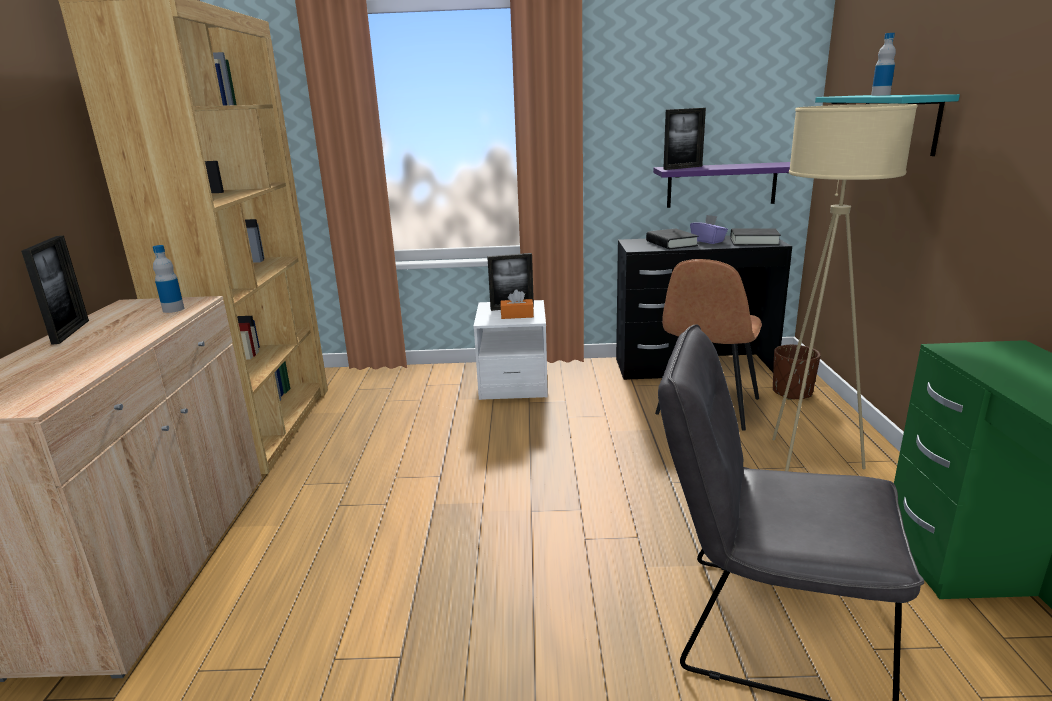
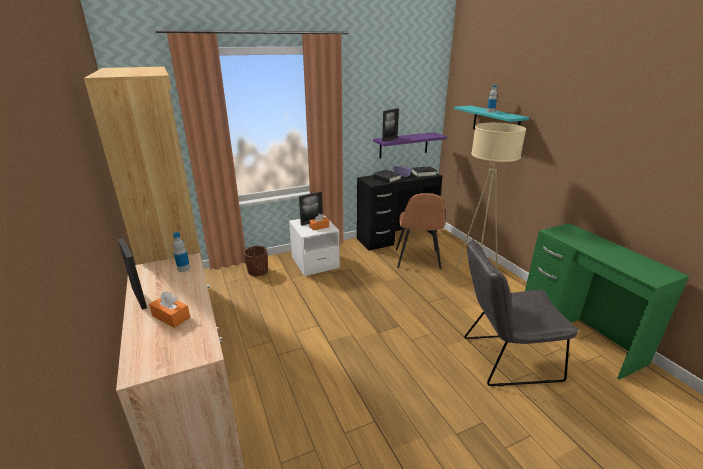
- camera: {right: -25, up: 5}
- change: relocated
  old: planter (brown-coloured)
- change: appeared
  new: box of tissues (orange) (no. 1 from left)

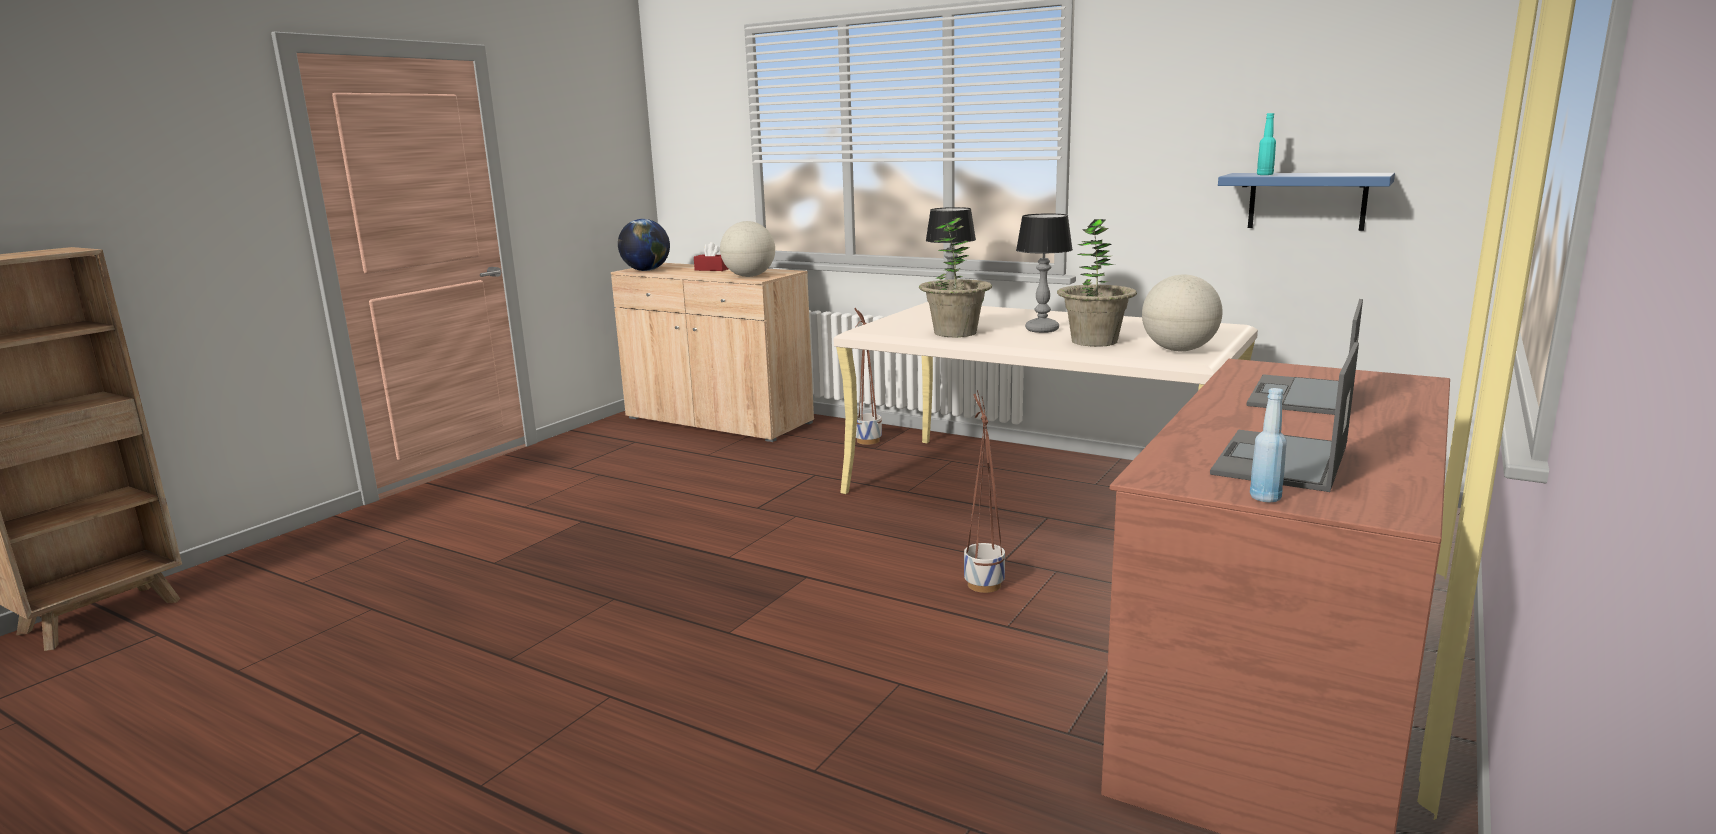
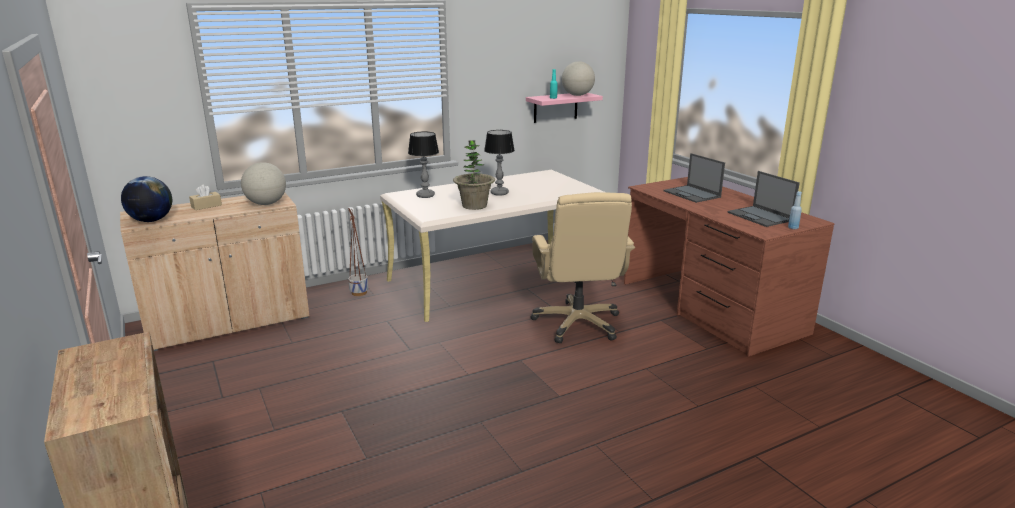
- camera: {right: -60, up: 5}
- change: colour
  old: box of tissues (red-coloured)
  new: box of tissues (beige-coloured)
- change: exchanged
  old: planter (no. 2 from left)
  new: computer chair (beige-coloured)
- change: missing
  old: plant in a pot (no. 2 from left)
- change: relocated
  old: globe (no. 3 from left)
- change: colour
  old: shelf (bluish)
  new: shelf (pink)

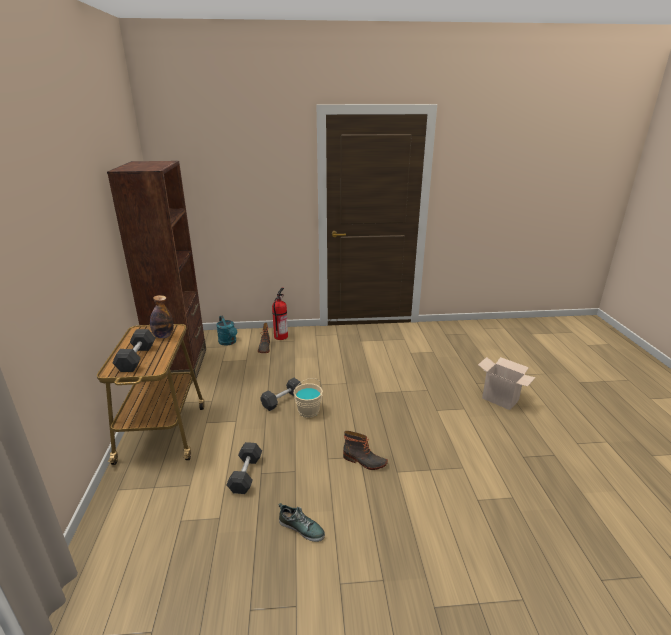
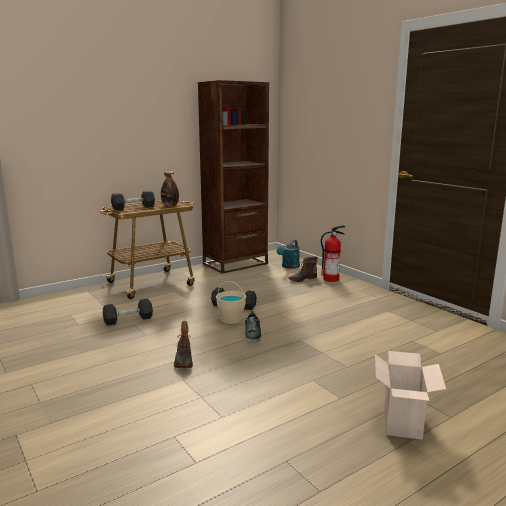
- camera: {right: 60, up: -10}
- change: relocated
  old: low shoe

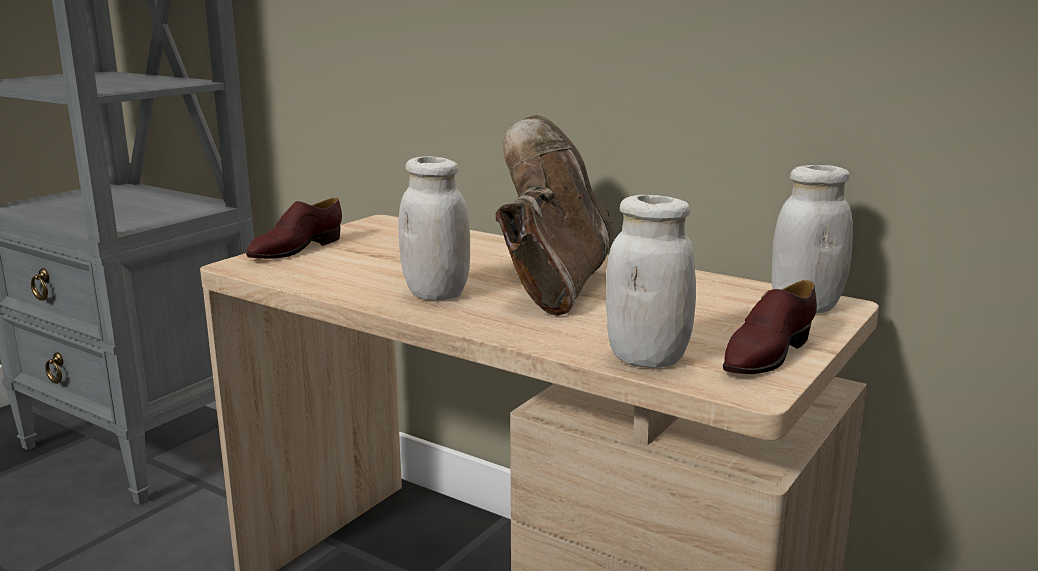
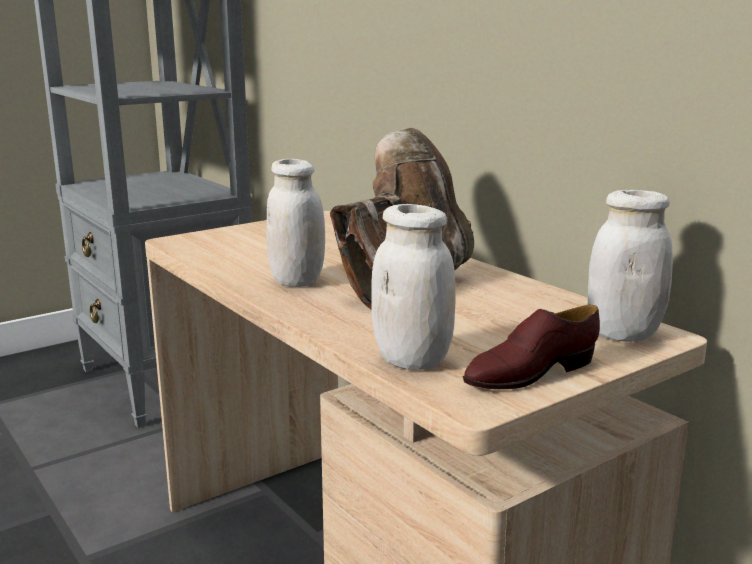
- camera: {right: 20, up: 0}
- change: missing
  old: low shoe (brown-coloured) (no. 1 from left)

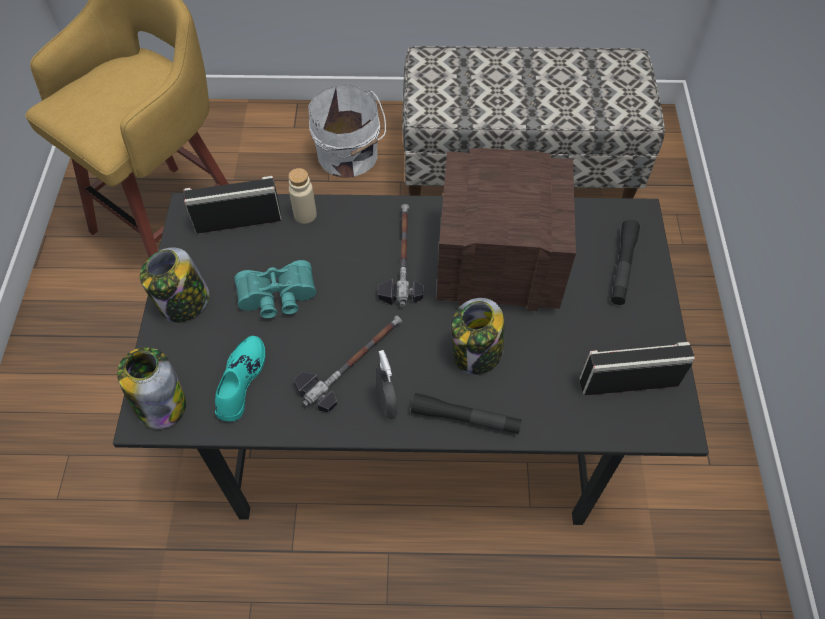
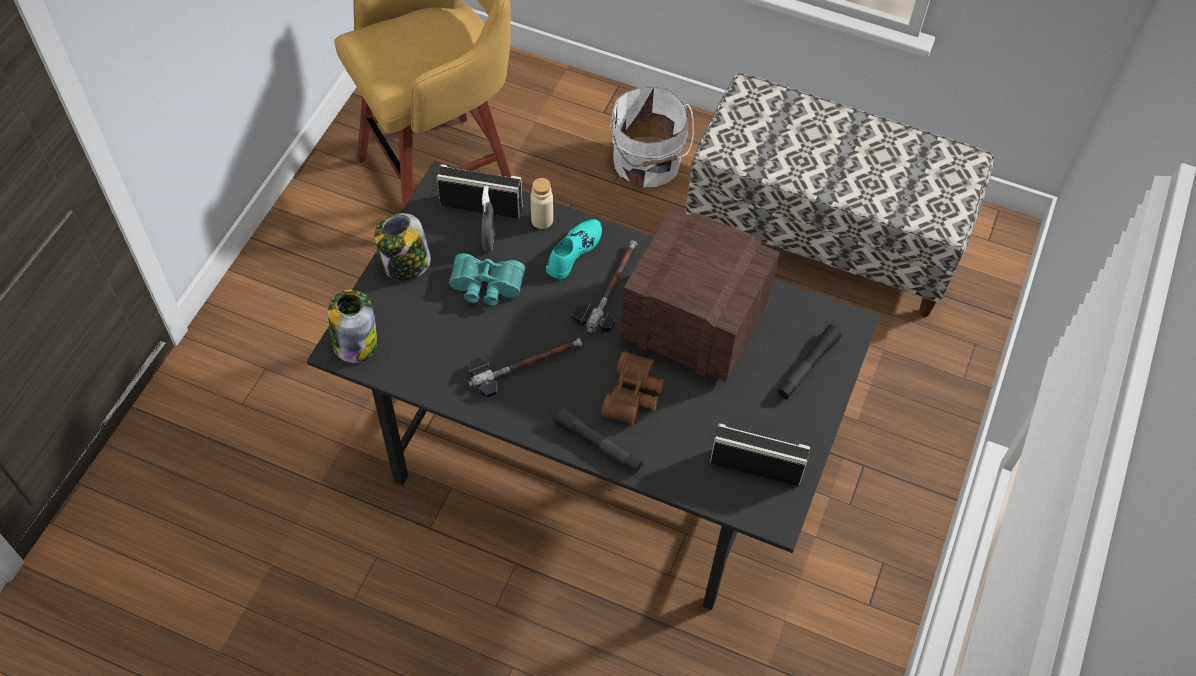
- camera: {right: 20, up: 0}
- change: relocated
  old: low shoe (turquoise)
- change: relocated
  old: sprayer (gray)
- change: exchanged
  old: jar (no. 3 from left)
  new: pair of binoculars (brown-coloured)

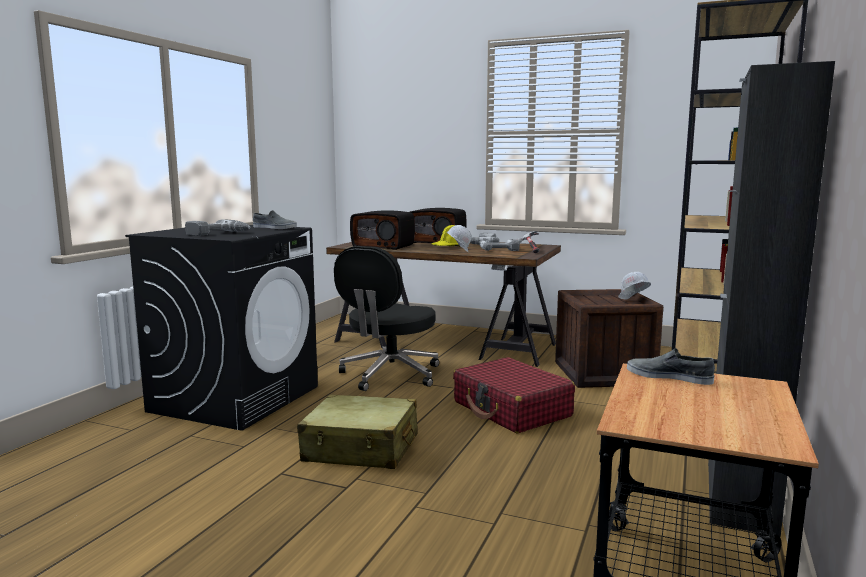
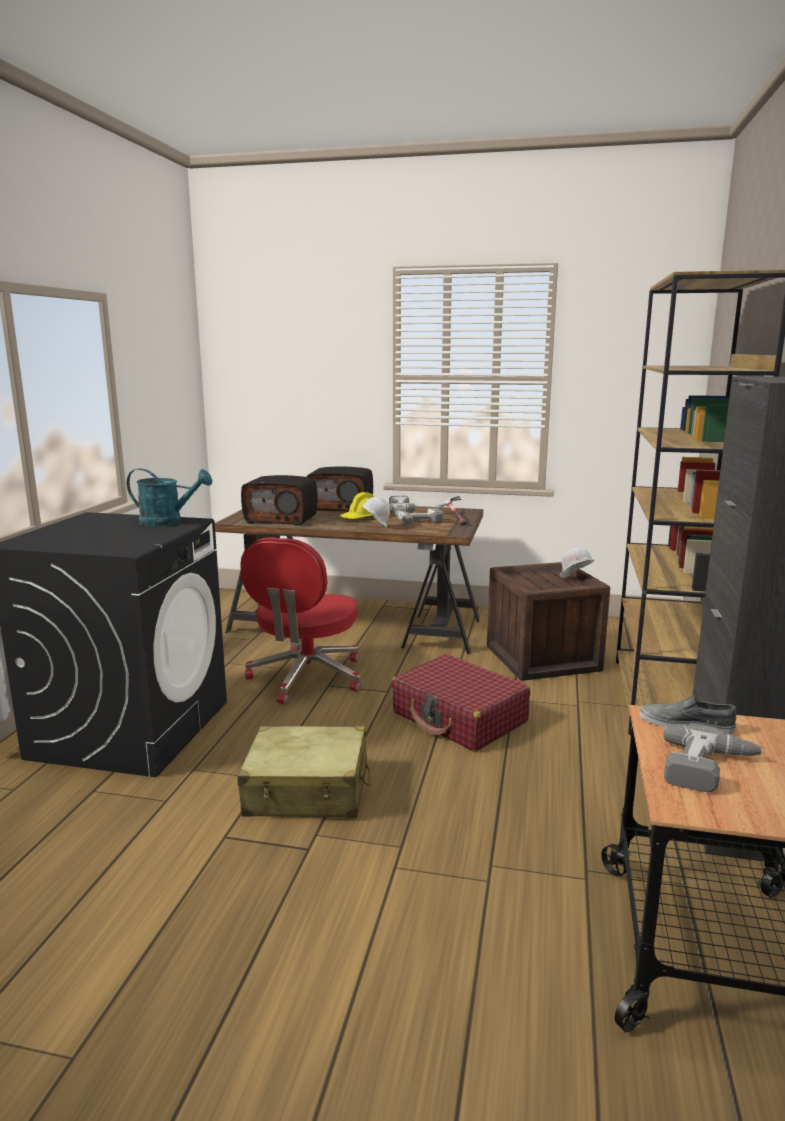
- camera: {right: -10, up: 5}
- change: relocated
  old: power drill (no. 1 from left in the first image)
  new: power drill (no. 3 from left)
- change: exchanged
  old: low shoe (gray) (no. 1 from left)
  new: sprinkling can (turquoise)
- change: colour
  old: computer chair (blackish)
  new: computer chair (red-coloured)

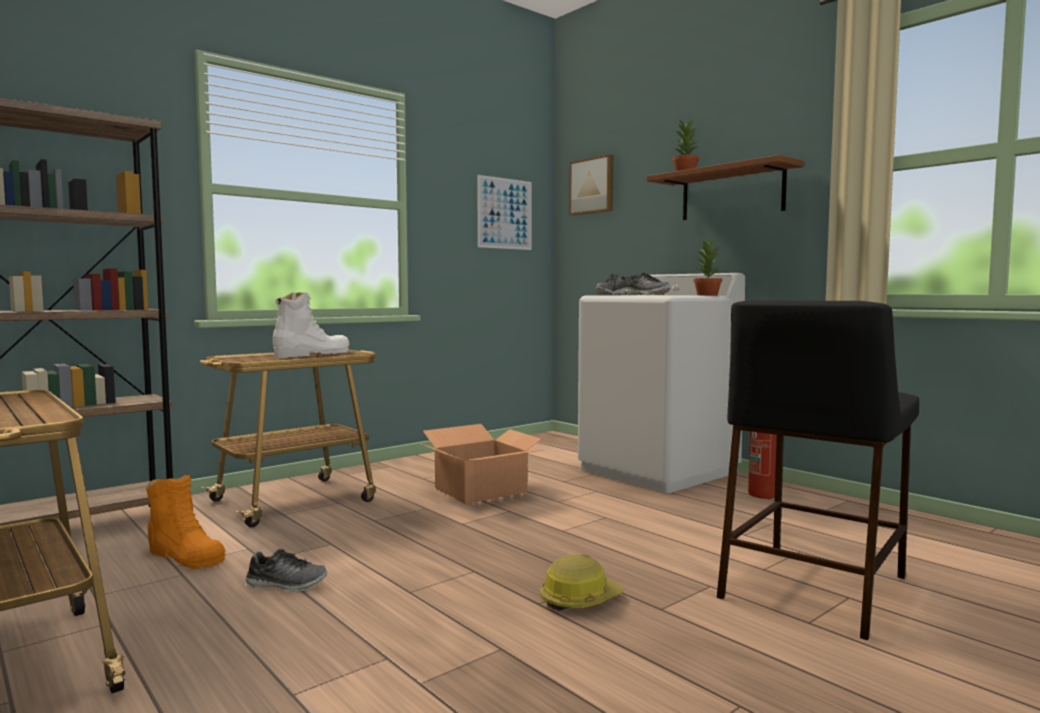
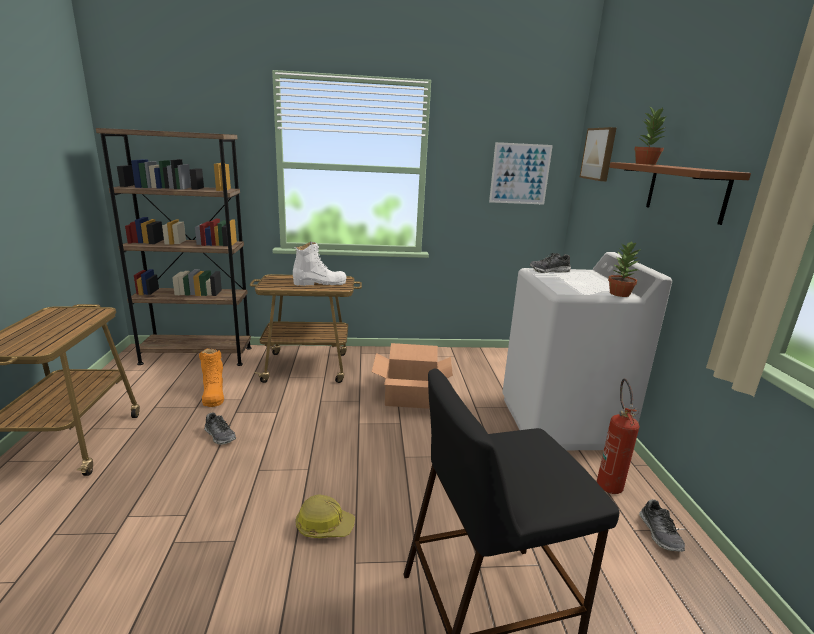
- camera: {right: 35, up: 15}
- change: relocated
  old: low shoe (no. 3 from left)

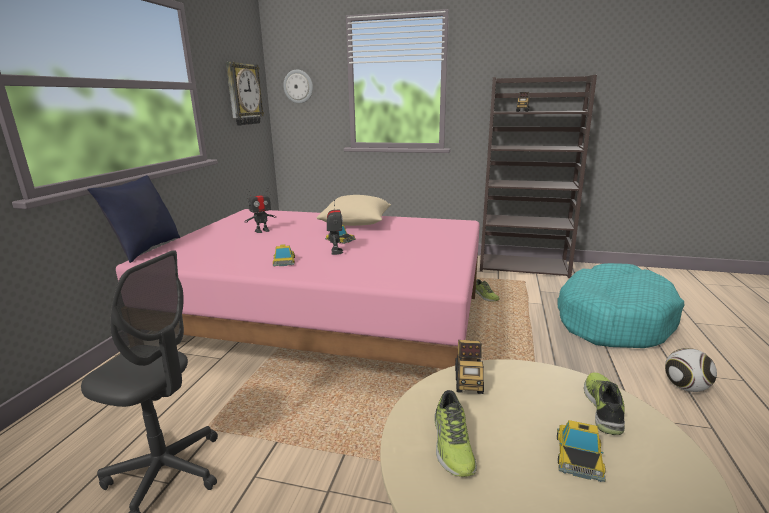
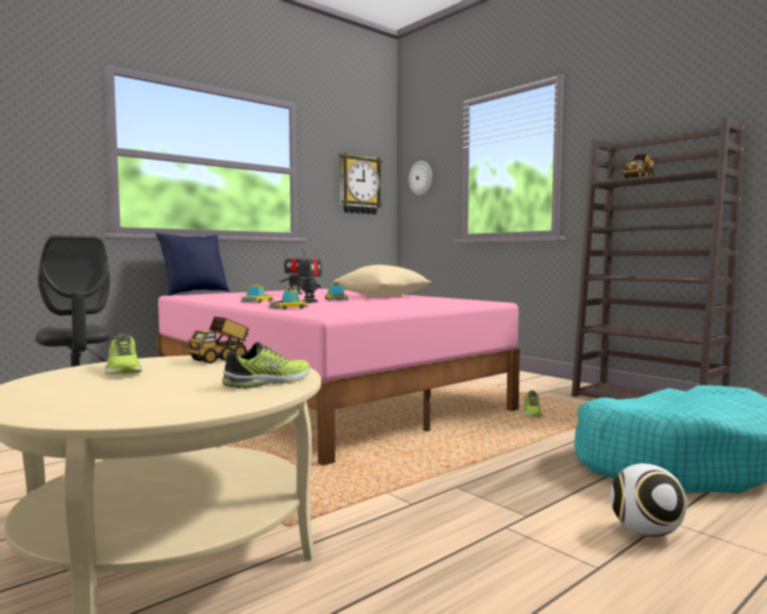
- camera: {right: 35, up: -15}
- change: spun
  old: low shoe (no. 1 from left)
  degrees: -60
- change: relocated
  old: model car (no. 3 from left in the first image)
  new: model car (no. 2 from left)

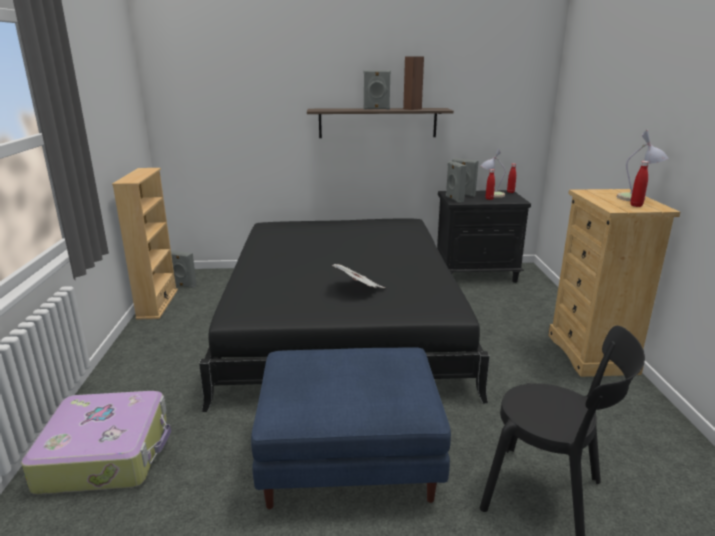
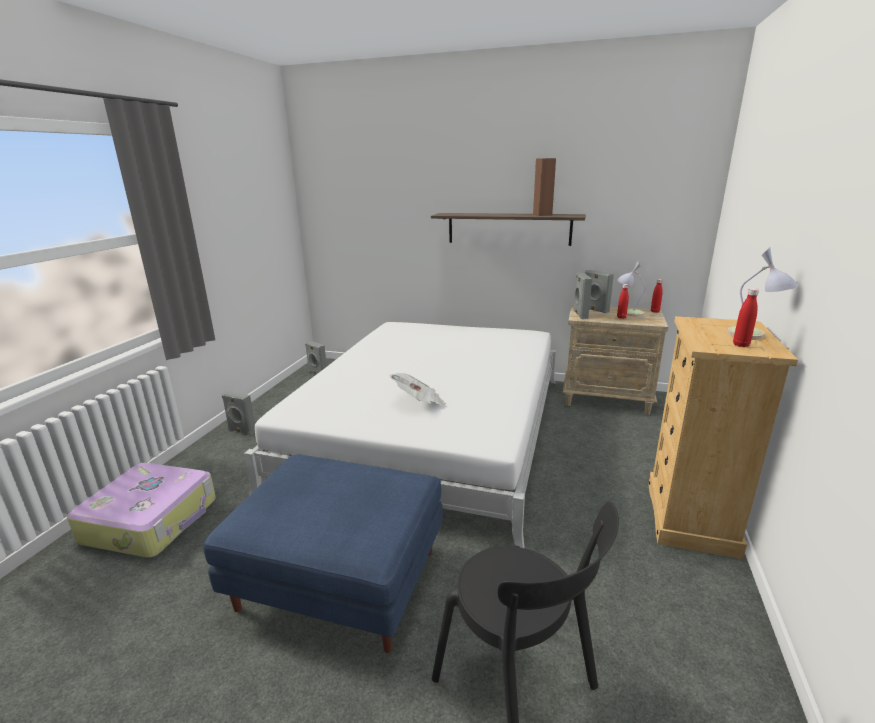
- camera: {right: 20, up: 0}
- change: missing
  old: bookcase (beige-coloured)
- change: colour
  old: sleeping bed (blackish)
  new: sleeping bed (white-coloured)
- change: relocated
  old: audio speaker (gray) (no. 2 from left in the first image)
  new: audio speaker (gray) (no. 1 from left)
- change: colour
  old: bedside table (blackish)
  new: bedside table (beige-coloured)

